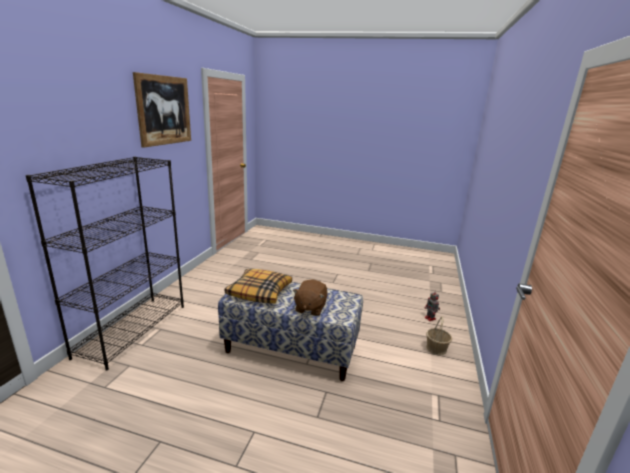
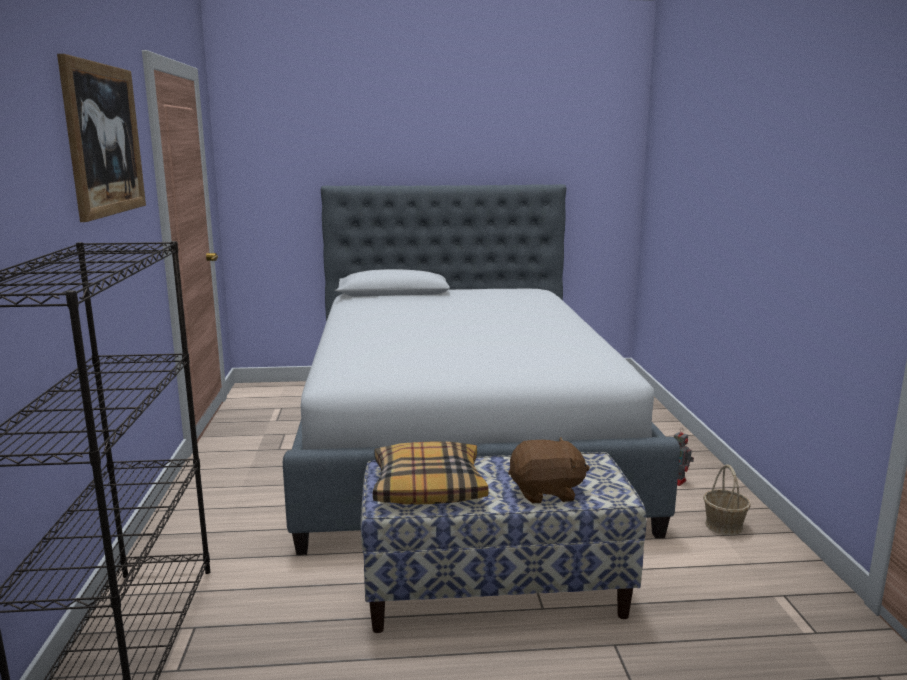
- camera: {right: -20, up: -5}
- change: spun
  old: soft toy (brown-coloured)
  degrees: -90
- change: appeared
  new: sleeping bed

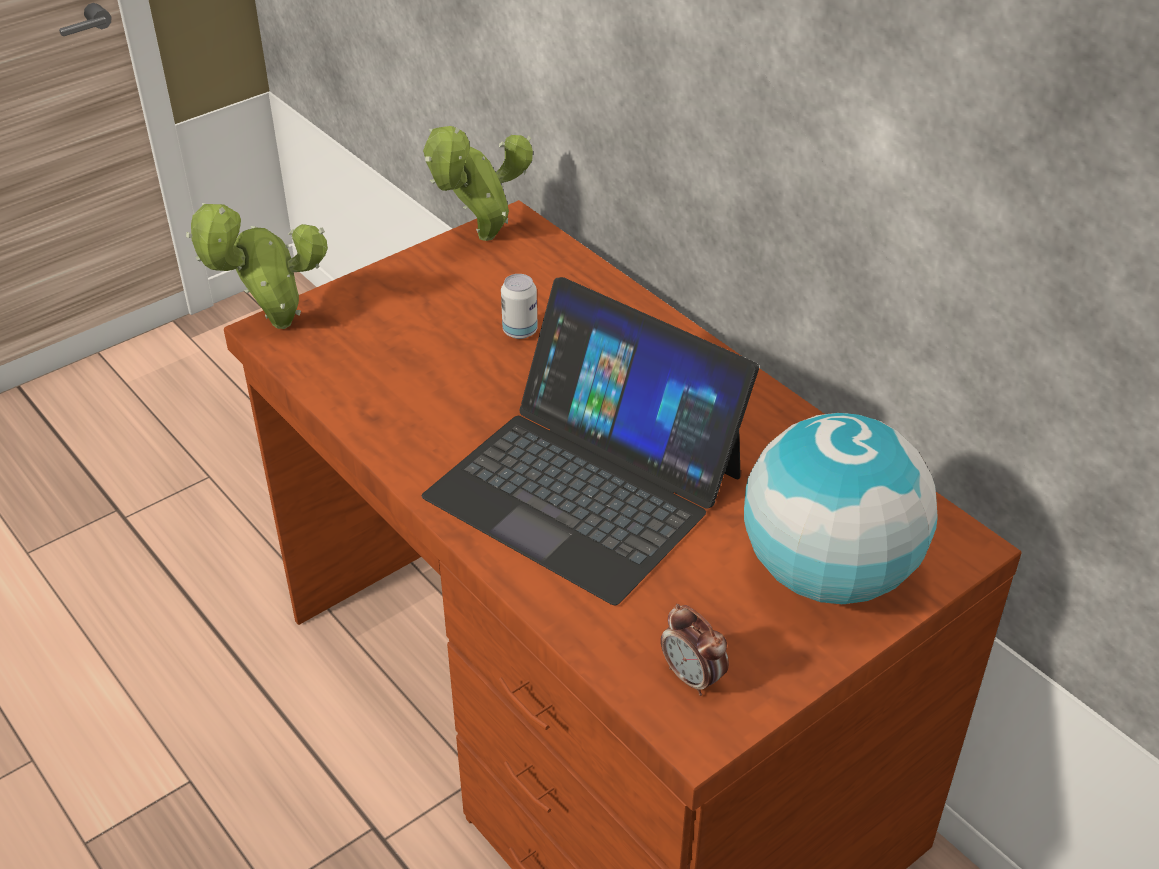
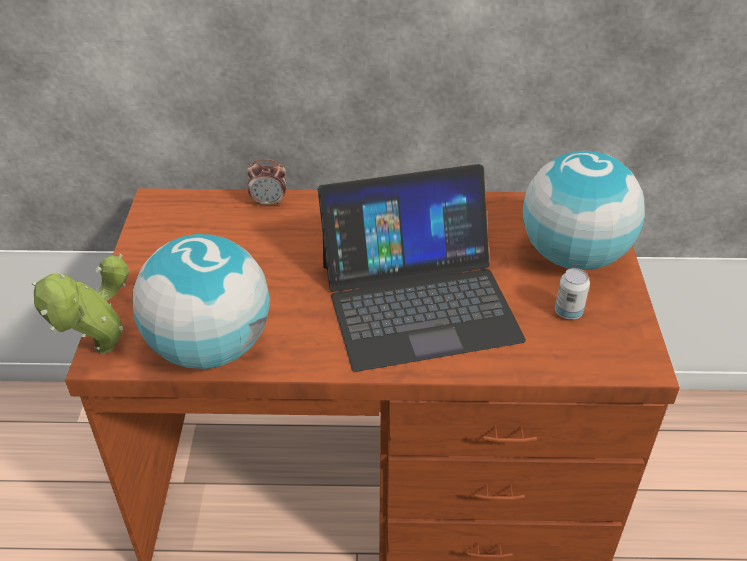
- camera: {right: -50, up: 0}
- change: missing
  old: plant in a pot (no. 2 from left)
- change: relocated
  old: can
- change: relocated
  old: bedside clock
- change: appeared
  new: globe (no. 1 from left)

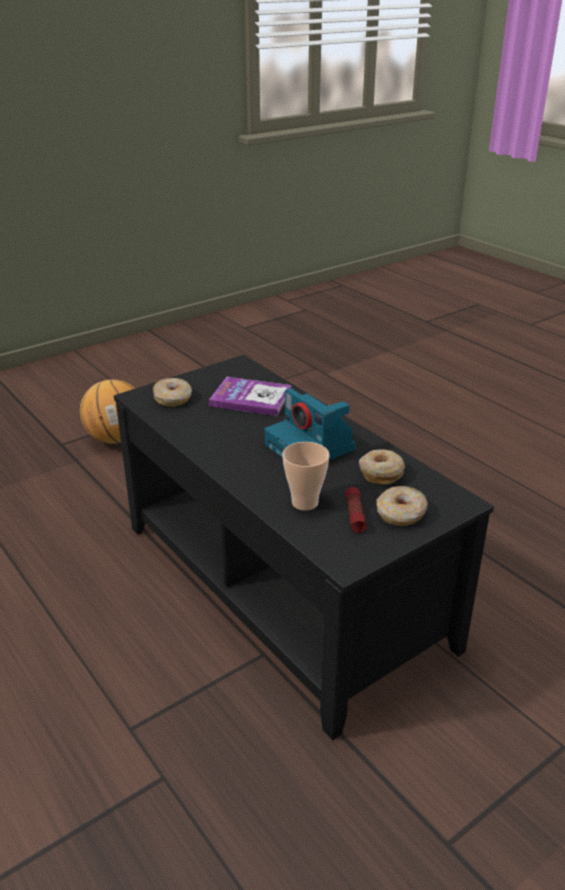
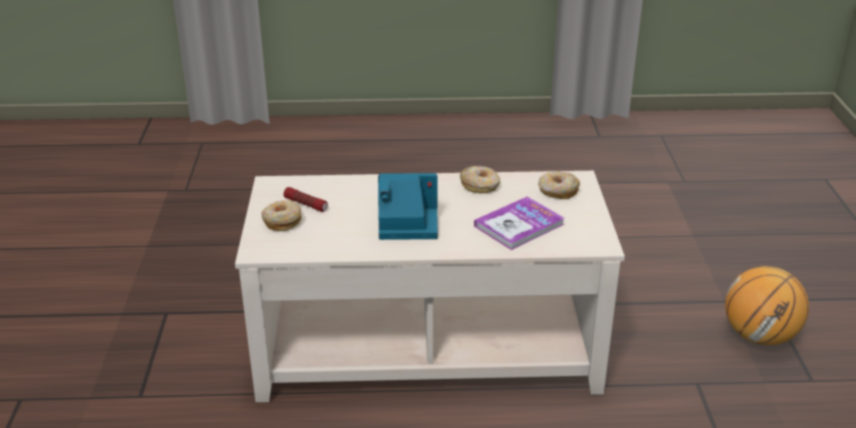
- camera: {right: 125, up: 0}
- change: colour
  old: coffee table (blackish)
  new: coffee table (beige-coloured)
- change: missing
  old: small cup
- change: relocated
  old: donut (no. 2 from left)

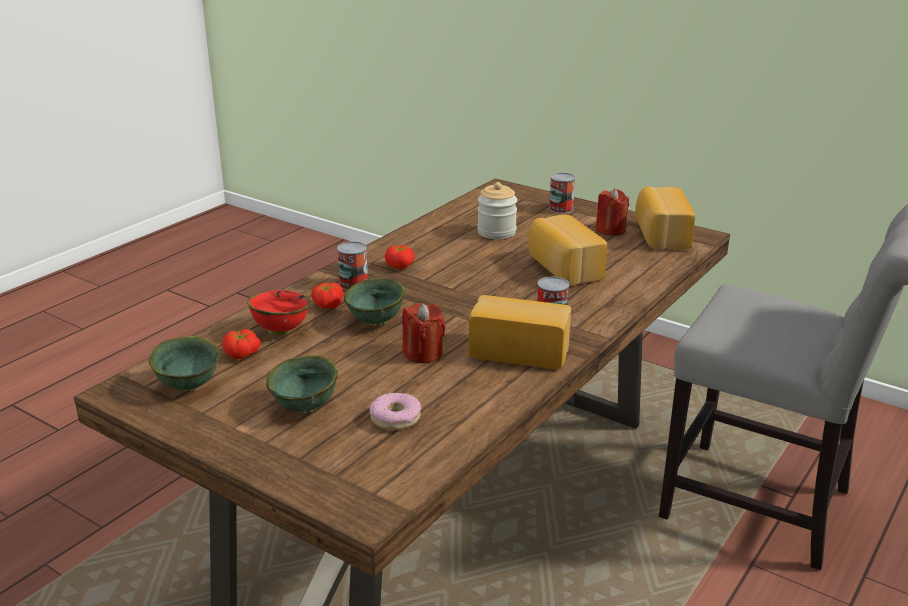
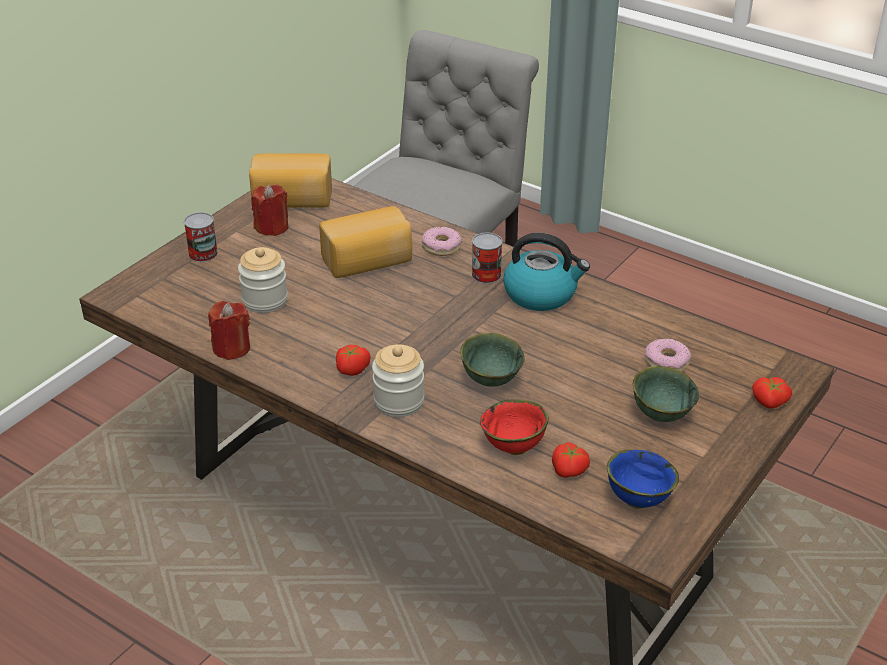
- camera: {right: -90, up: 10}
- change: colour
  old: bowl (green-coloured) (no. 1 from left)
  new: bowl (bluish)
- change: relocated
  old: fresh tomato (no. 2 from left in the first image)
  new: fresh tomato (no. 3 from left)
- change: exchanged
  old: can (no. 1 from left)
  new: jar (no. 2 from left)
- change: relocated
  old: wax light (red-coloured) (no. 1 from left)
- change: exchanged
  old: baked bread (no. 1 from left)
  new: tea kettle
- change: appeared
  new: donut (no. 1 from left)

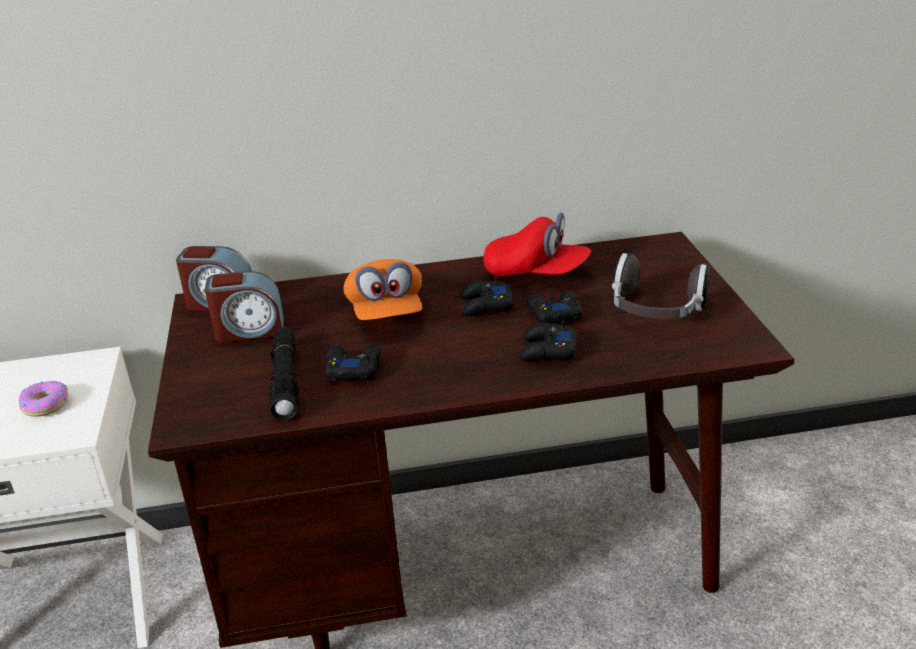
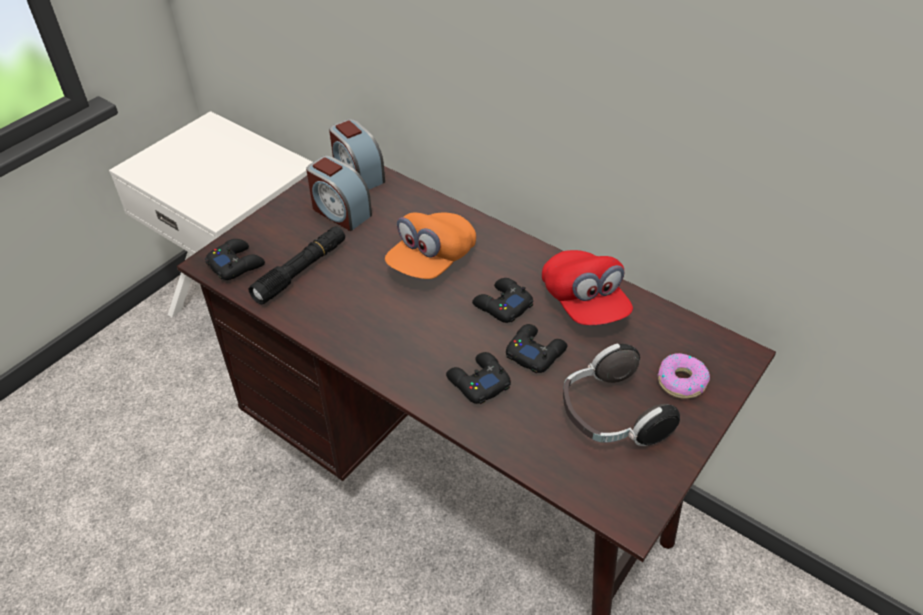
- camera: {right: 45, up: 15}
- change: relocated
  old: donut
- change: relocated
  old: gamepad (blackish) (no. 1 from left)

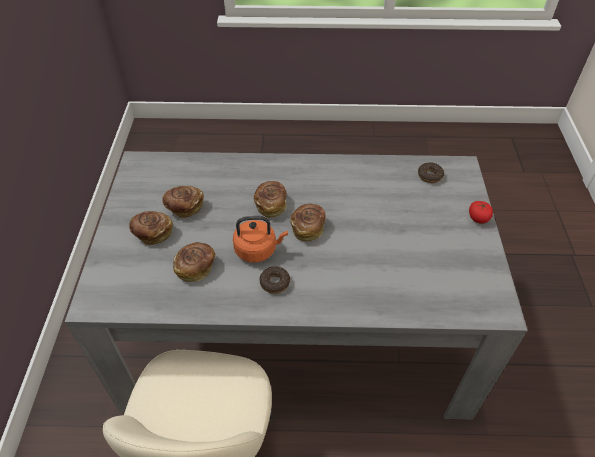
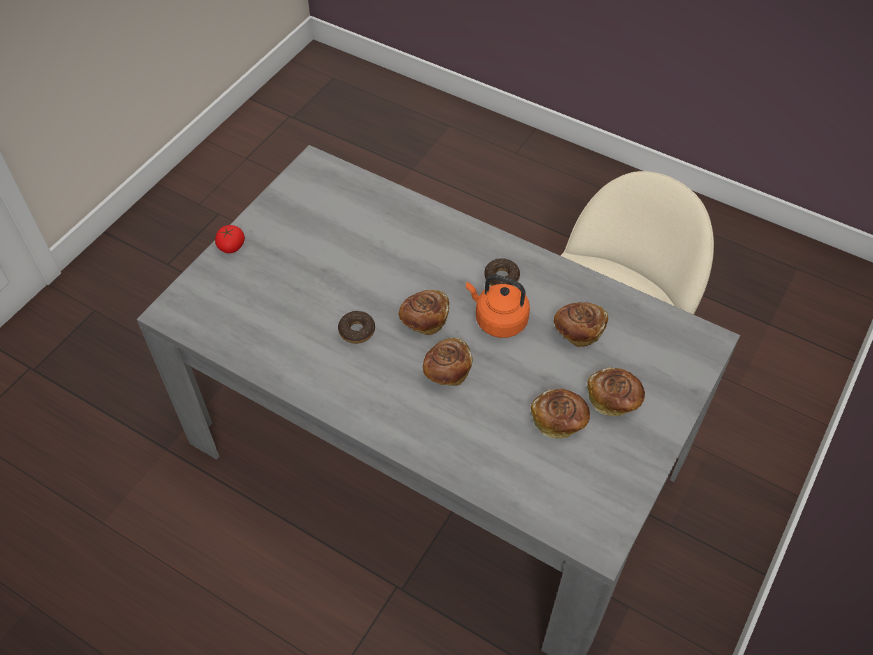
- camera: {right: -150, up: 5}
- change: relocated
  old: donut (no. 2 from left in the first image)
  new: donut (no. 1 from left)

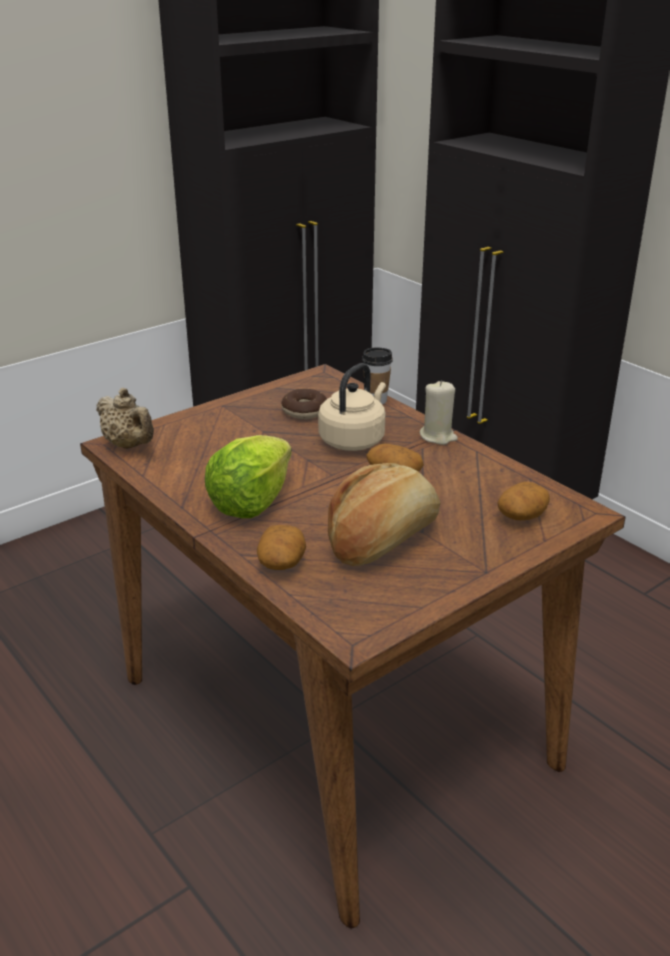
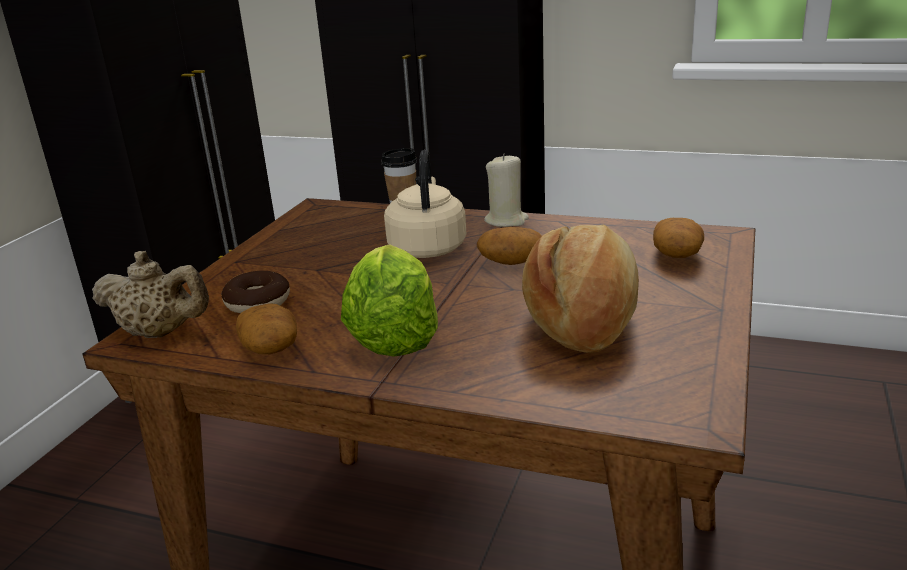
- camera: {right: -30, up: -5}
- change: relocated
  old: whole potato (no. 1 from left)
- change: relocated
  old: donut

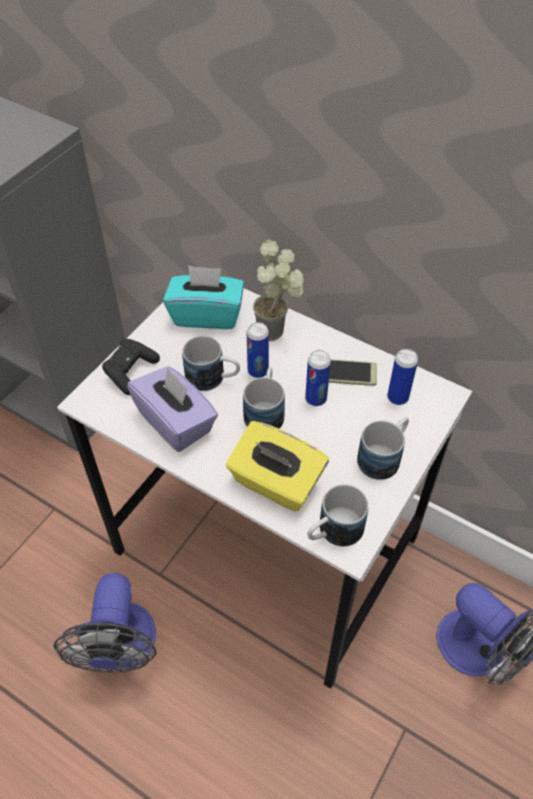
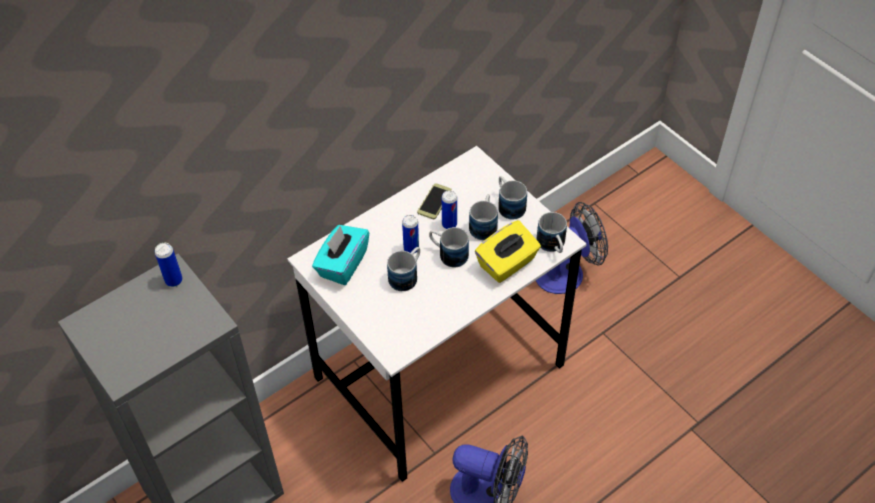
- camera: {right: -70, up: 0}
- change: missing
  old: gamepad (blackish)
- change: missing
  old: box of tissues (purple-coloured)
- change: missing
  old: plant in a pot
- change: relocated
  old: can (no. 3 from left in the first image)
  new: can (no. 1 from left)
- change: appeared
  new: mug (no. 3 from left)

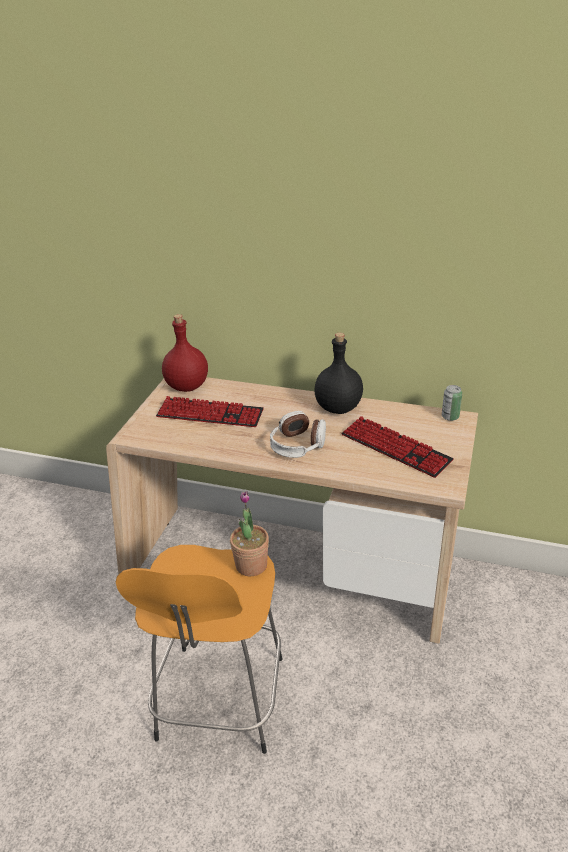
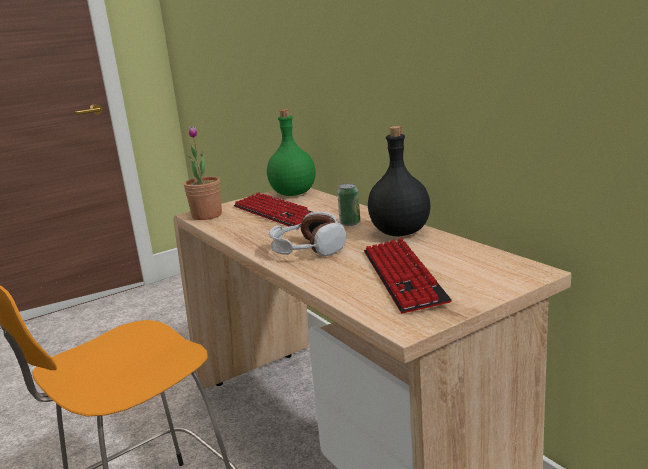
- camera: {right: 40, up: -15}
- change: colour
  old: bottle (red-coloured)
  new: bottle (green-coloured)
- change: relocated
  old: plant in a pot
- change: relocated
  old: can

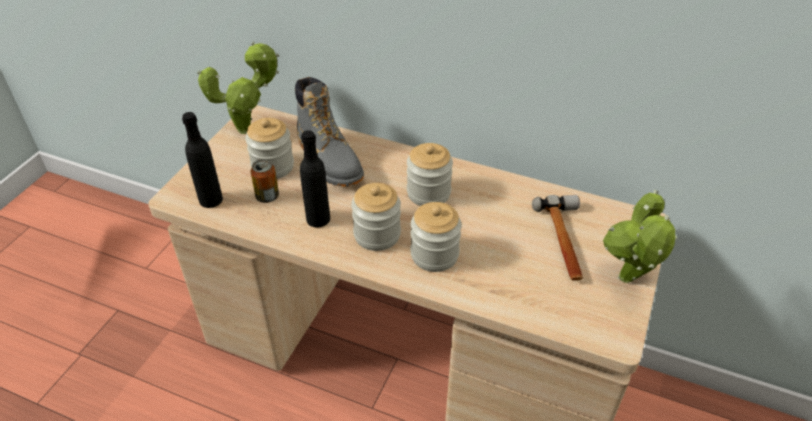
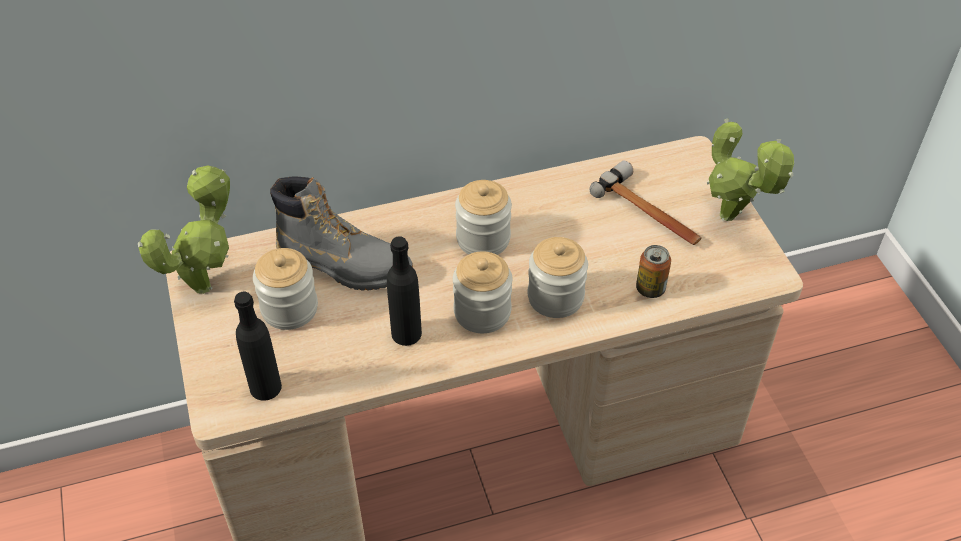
- camera: {right: -40, up: 5}
- change: relocated
  old: can

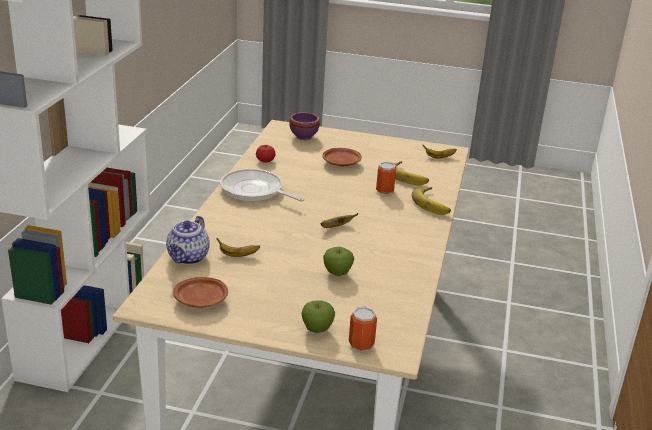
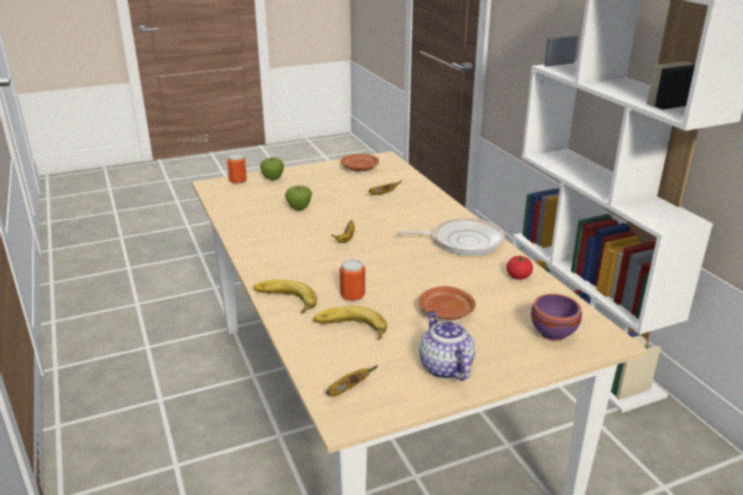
- camera: {right: 145, up: 0}
- change: relocated
  old: tea pot

